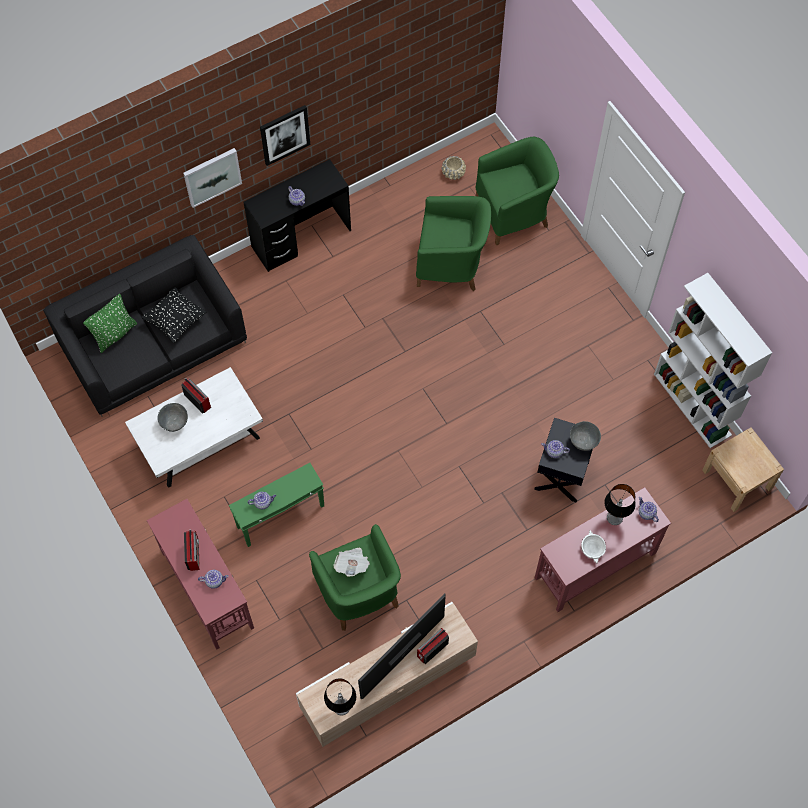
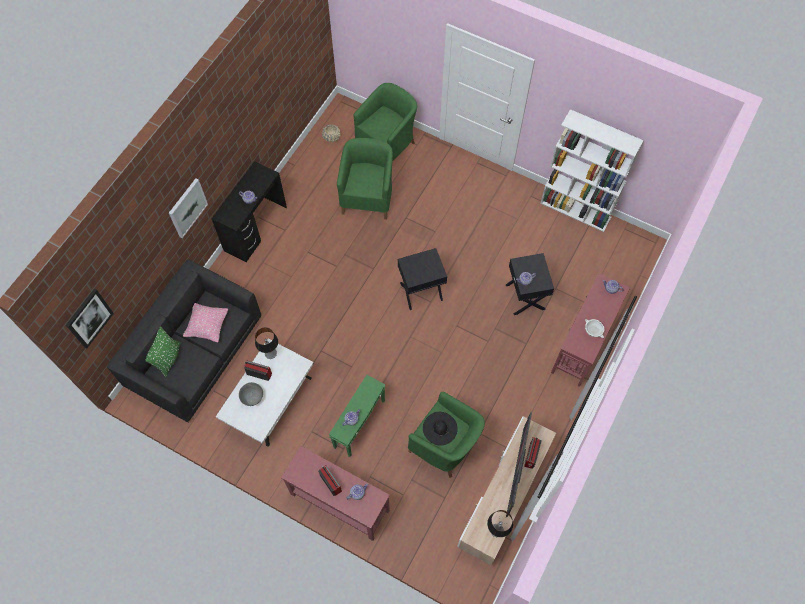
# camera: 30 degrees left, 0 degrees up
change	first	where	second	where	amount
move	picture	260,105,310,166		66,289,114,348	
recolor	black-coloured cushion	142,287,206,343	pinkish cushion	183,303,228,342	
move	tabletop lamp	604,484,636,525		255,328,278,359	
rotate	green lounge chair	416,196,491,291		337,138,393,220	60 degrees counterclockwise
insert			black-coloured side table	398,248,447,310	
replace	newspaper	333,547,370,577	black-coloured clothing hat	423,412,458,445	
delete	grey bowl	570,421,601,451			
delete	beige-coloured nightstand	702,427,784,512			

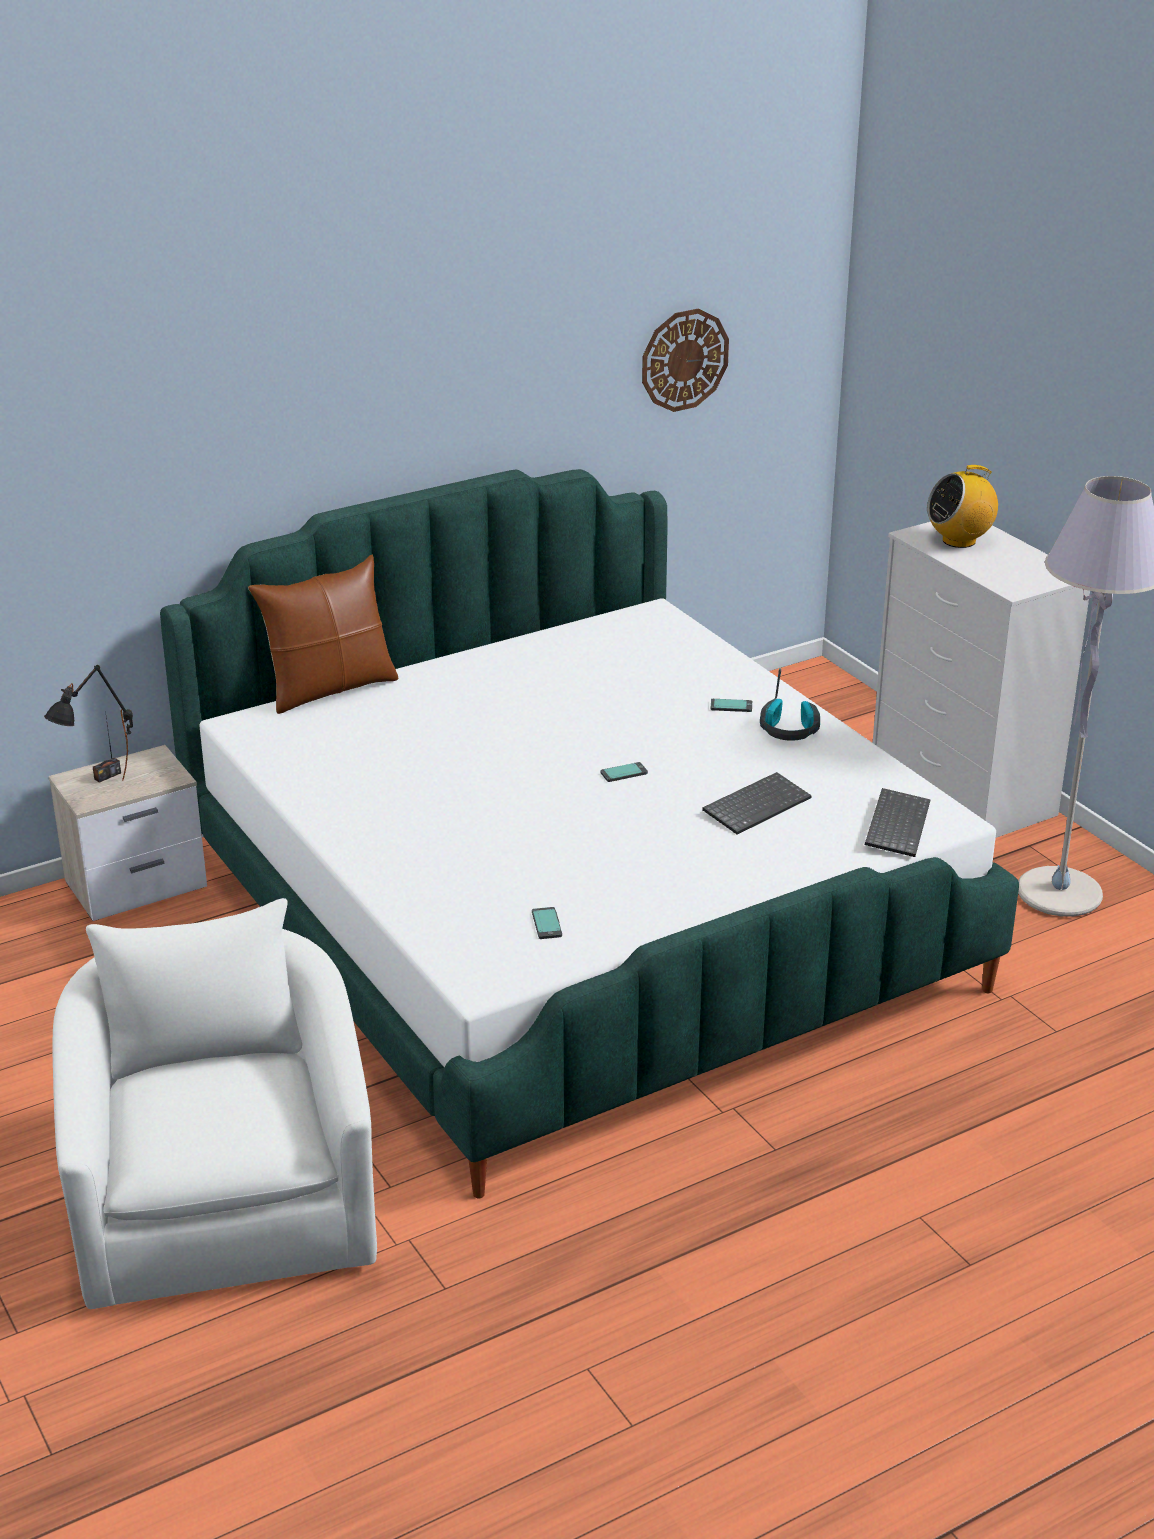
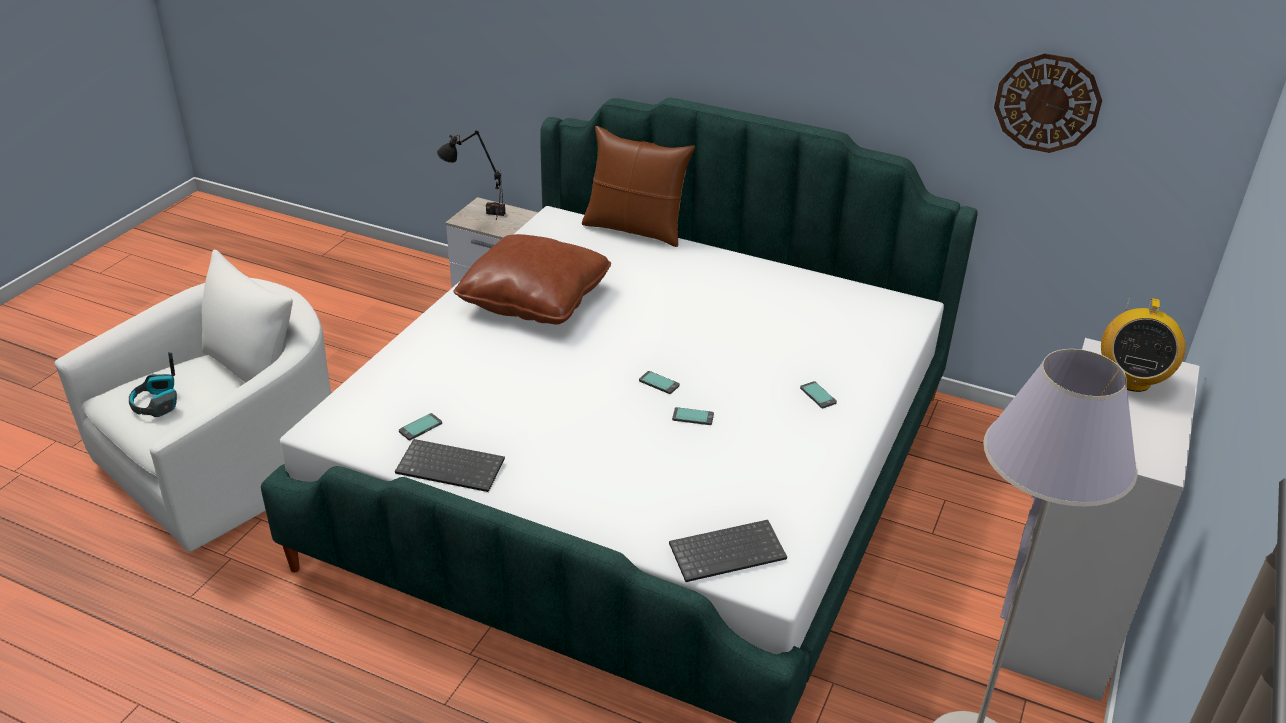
# camera: 55 degrees right, 5 degrees up
change	first	where	second	where	amount
move	headphones	760,669,820,741		129,352,177,417	
move	computer keyboard	702,772,812,834		395,439,505,492	
insert			brown-coloured cushion	453,234,611,324	
insert			handset	672,407,714,425	
rotate	radio set	927,465,998,548		1101,297,1186,392	105 degrees counterclockwise

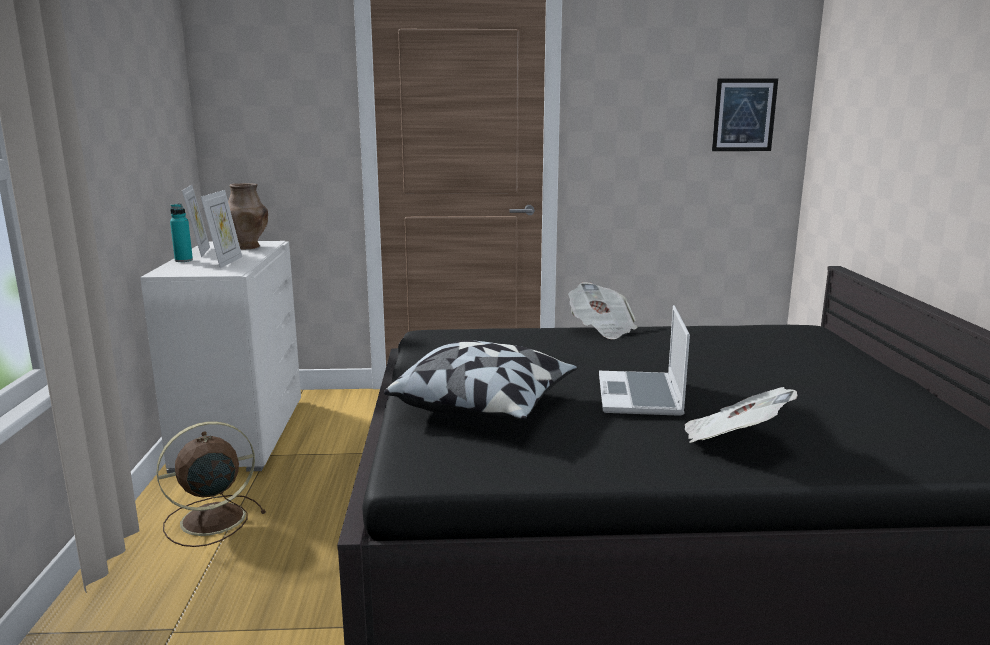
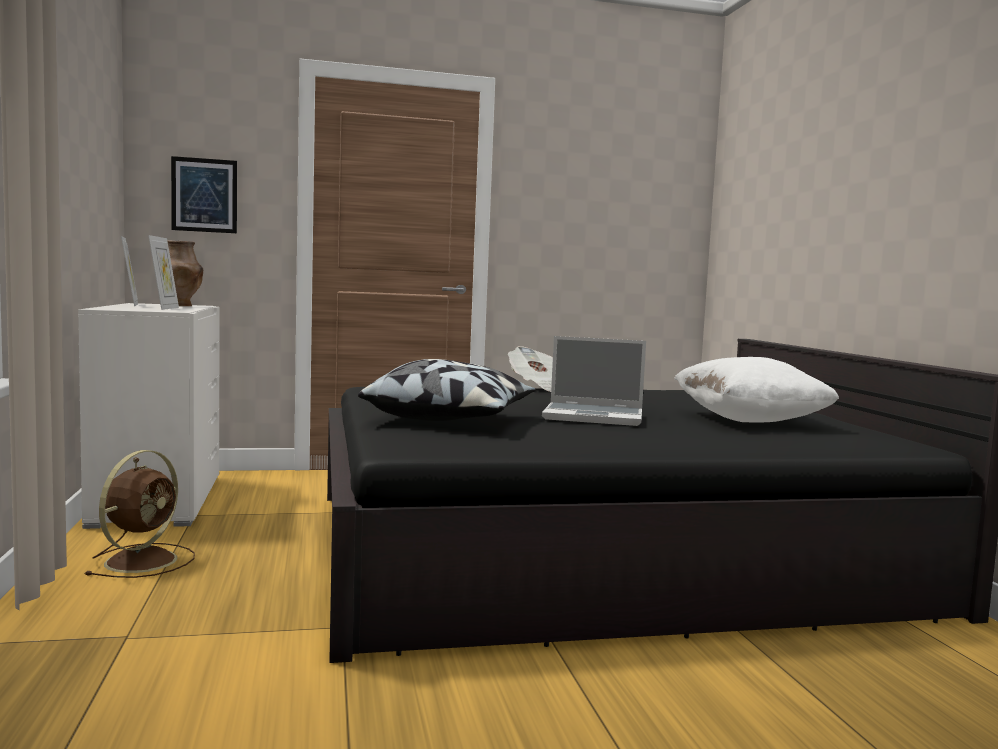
# camera: 10 degrees left, 10 degrees down
change	first	where	second	where	amount
rotate	brown-coloured fan	156,421,266,547		85,450,195,578	150 degrees clockwise
move	picture	712,78,778,151		171,156,237,233	
rotate	notebook computer	599,305,690,416		542,336,646,426	75 degrees counterclockwise
insert			white cushion	674,357,839,423	
delete	turquoise-coloured beverage bottle	170,204,193,262			
delete	newspaper	684,387,797,443			

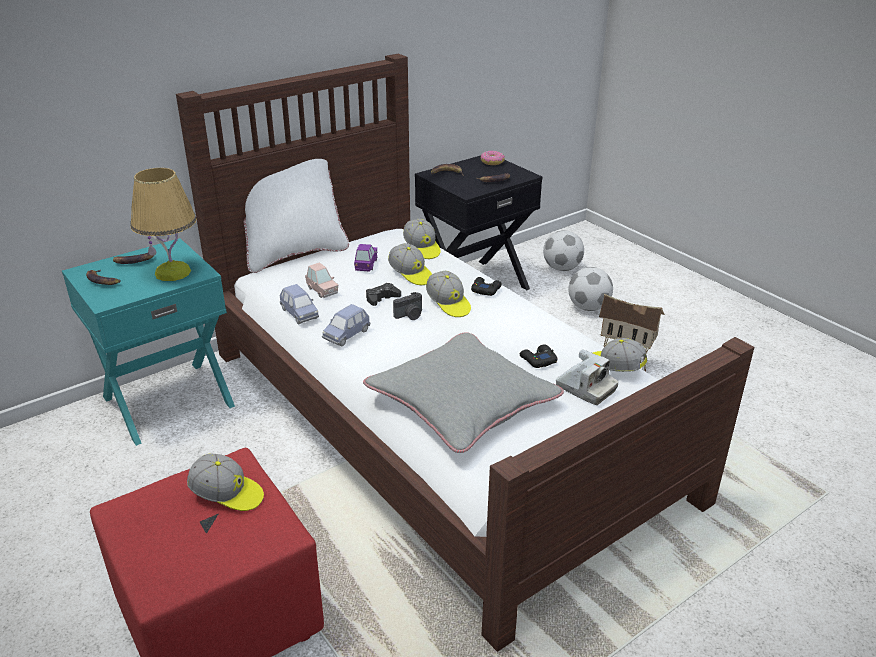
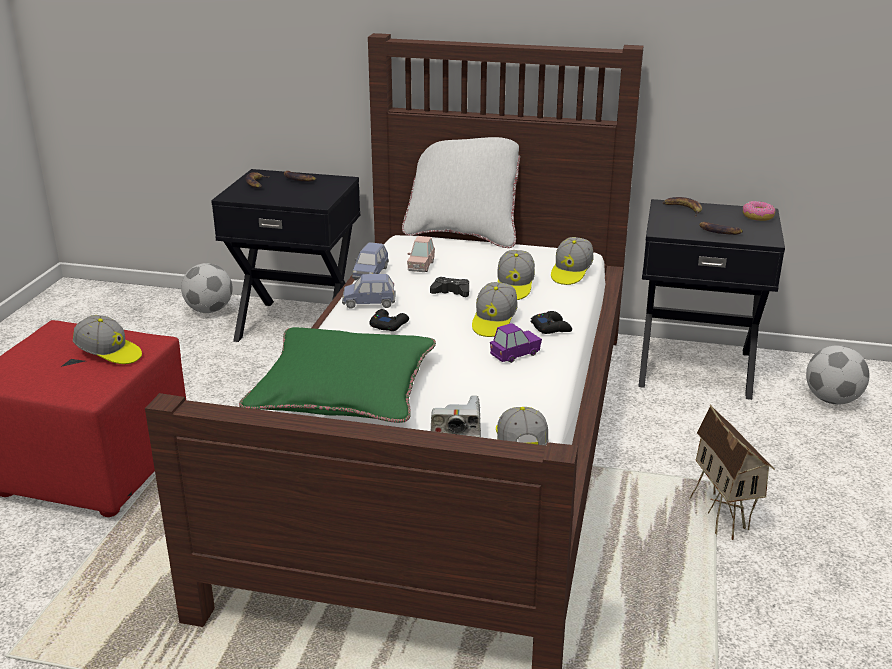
# camera: 50 degrees right, 5 degrees down
change	first	where	second	where	amount
rotate	baseball cap	187,453,264,511		73,315,142,364	45 degrees counterclockwise
move	football ball	568,267,613,311		181,263,233,313	
recolor	turquoise-coloured nightstand	62,238,235,446	black-coloured nightstand	211,169,360,342	
recolor	grey cushion	363,332,564,453	green cushion	239,327,436,423	
move	black-coloured joypad	520,345,557,368		369,309,409,331	
move	purple model car	354,244,378,272		490,323,542,363	
delete	tabletop lamp	130,168,197,281			
delete	photo camera	393,292,422,320			

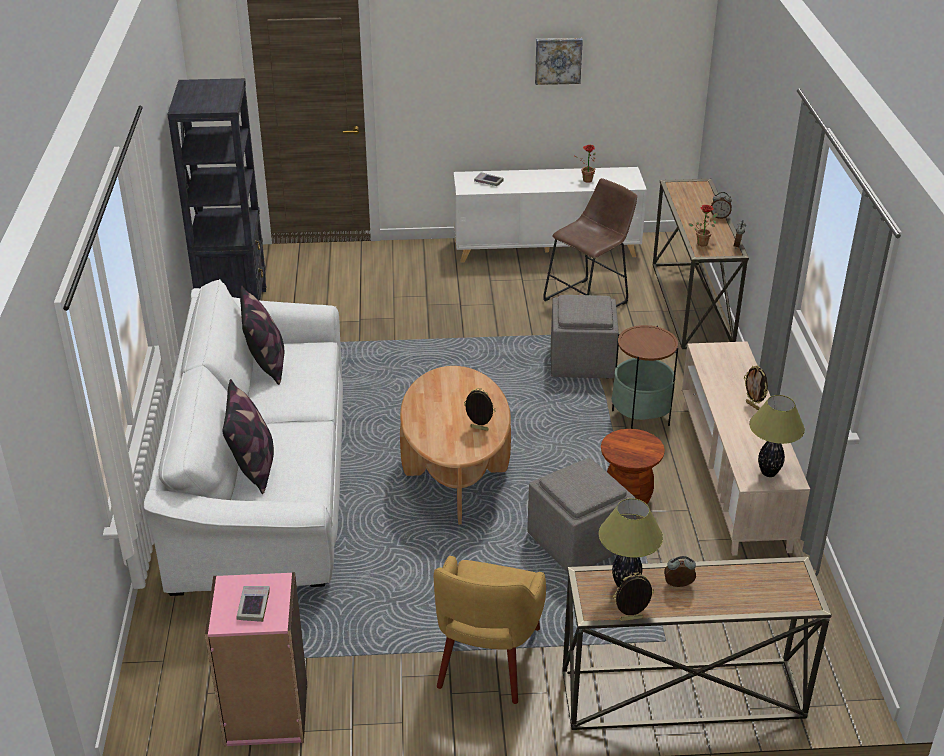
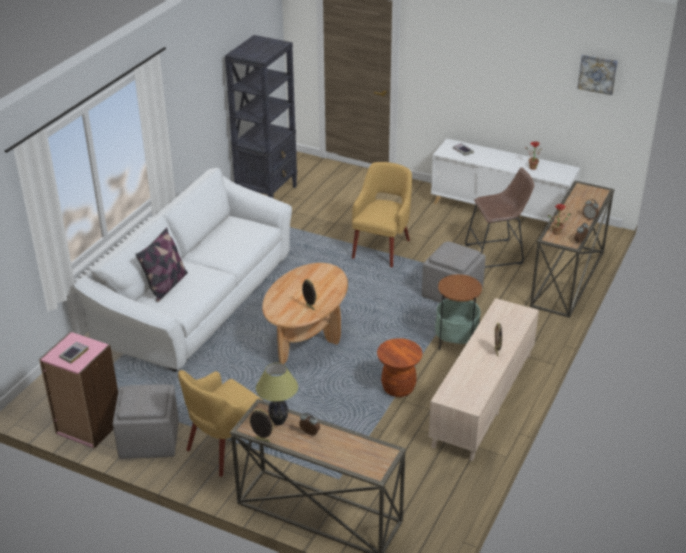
# camera: 30 degrees right, 0 degrees up
change	first	where	second	where	amount
move	grey pouffe	527,458,636,572		113,384,179,459	
insert			yellow lounge chair	352,162,412,267	
move	picture	535,38,583,85		577,54,618,95	
delete	cushion	240,286,284,385			
delete	tabletop lamp	749,395,805,477			

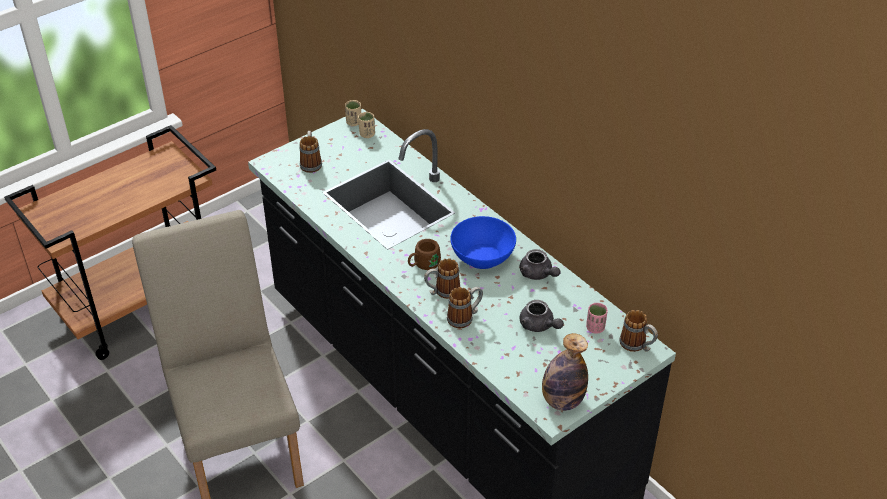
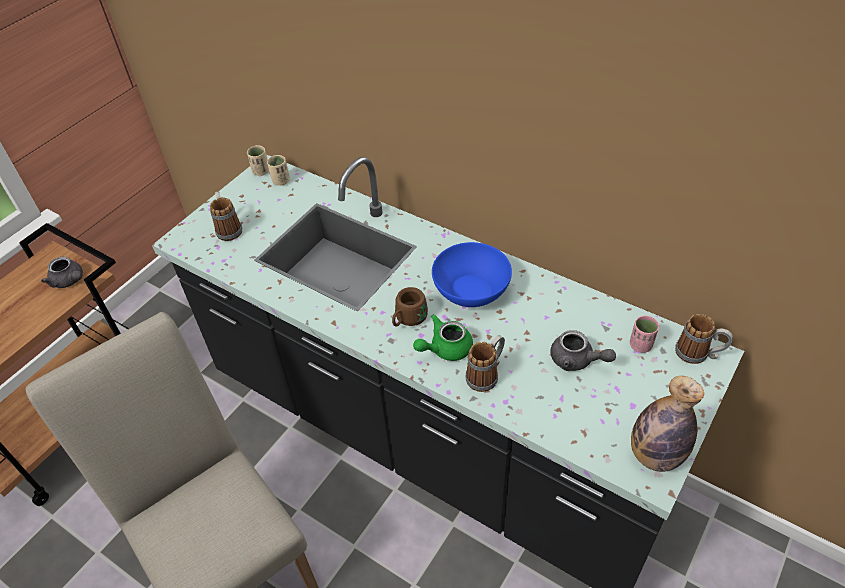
# camera: 15 degrees left, 5 degrees up
change	first	where	second	where	amount
move	grey tea pot	520,249,560,280		41,257,83,288	
replace	coffee mug	424,258,461,299	green tea pot	413,314,473,361	

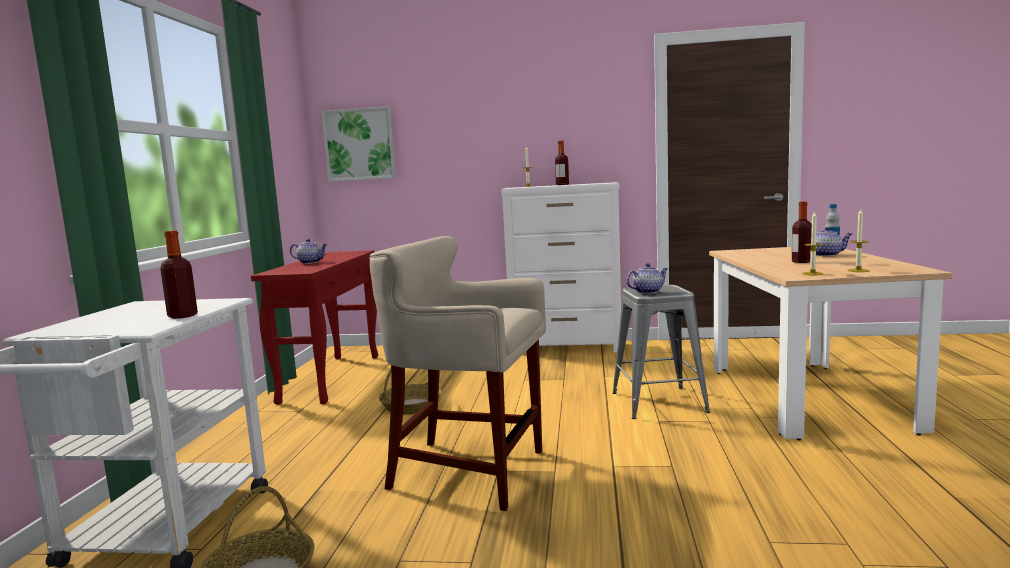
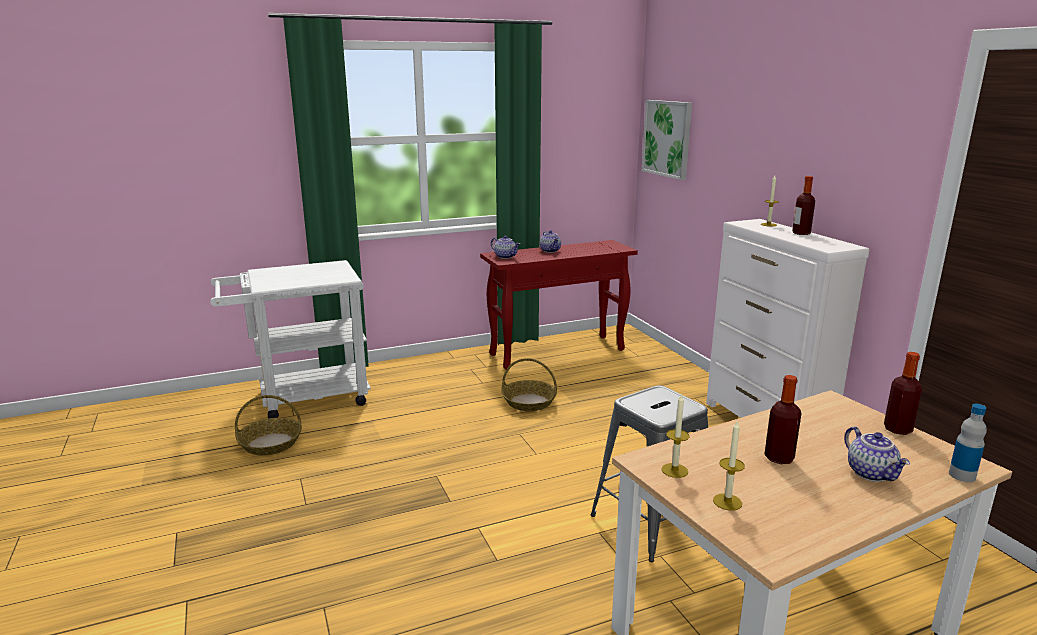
# camera: 60 degrees right, 10 degrees up
change	first	where	second	where	amount
move	tea pot	626,263,668,294		491,235,520,259	
move	beverage bottle	160,230,198,319		884,352,922,435	
delete	beige-coloured sitting stool	370,236,546,511			

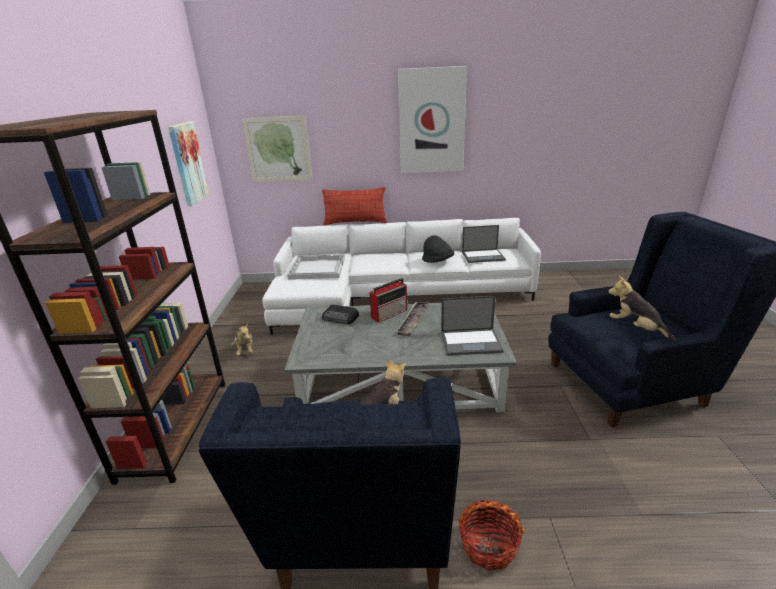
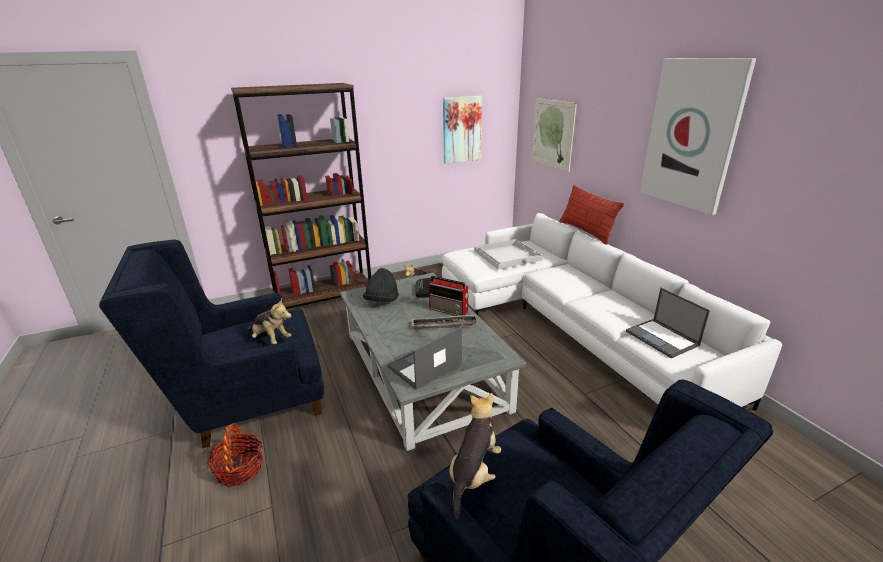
# camera: 65 degrees right, 0 degrees up
change	first	where	second	where	amount
move	black-coloured clothing hat	422,235,454,263		363,268,399,302	
rotate	notebook computer	441,296,504,356		387,326,462,389	75 degrees clockwise

